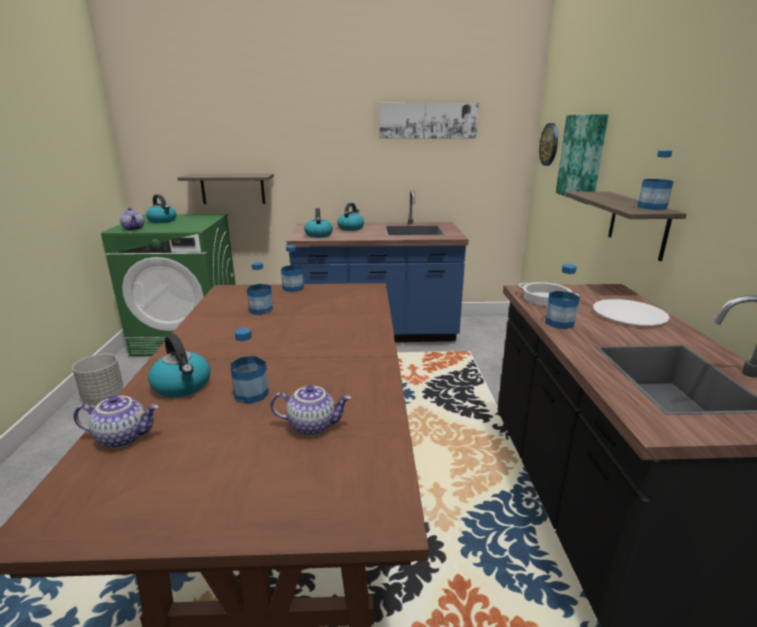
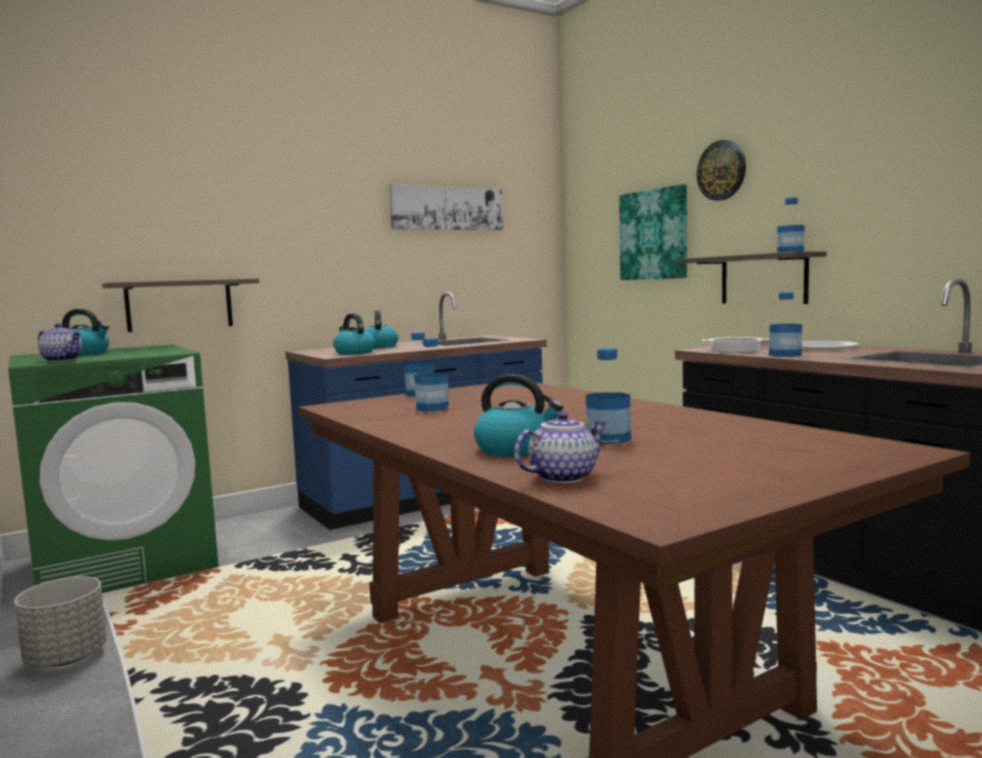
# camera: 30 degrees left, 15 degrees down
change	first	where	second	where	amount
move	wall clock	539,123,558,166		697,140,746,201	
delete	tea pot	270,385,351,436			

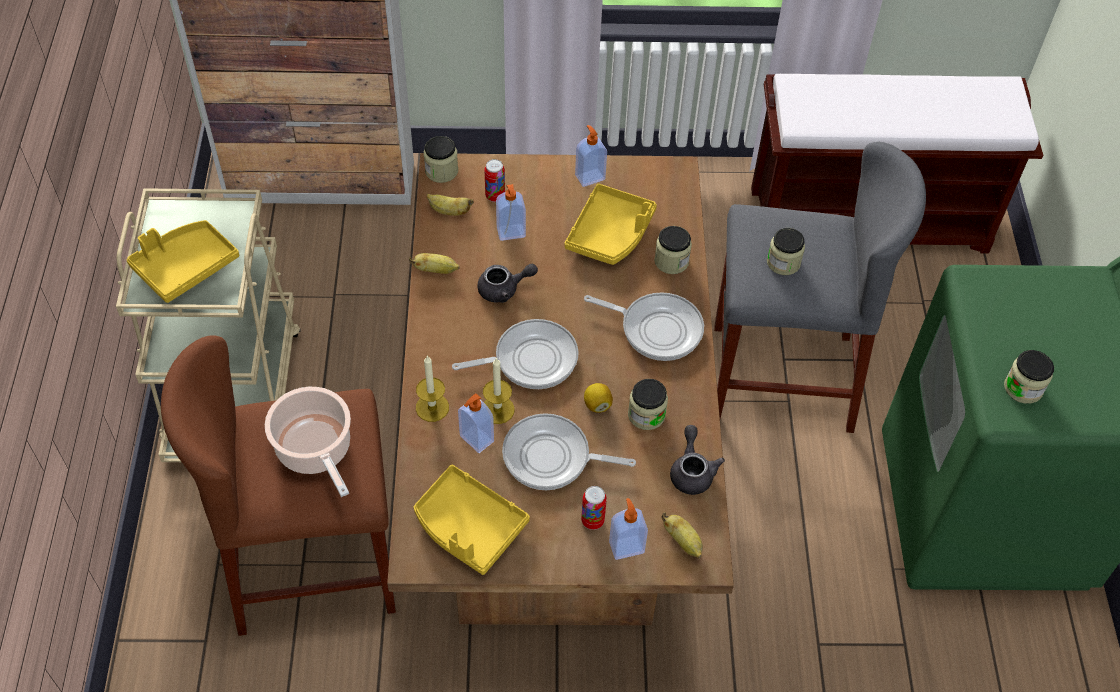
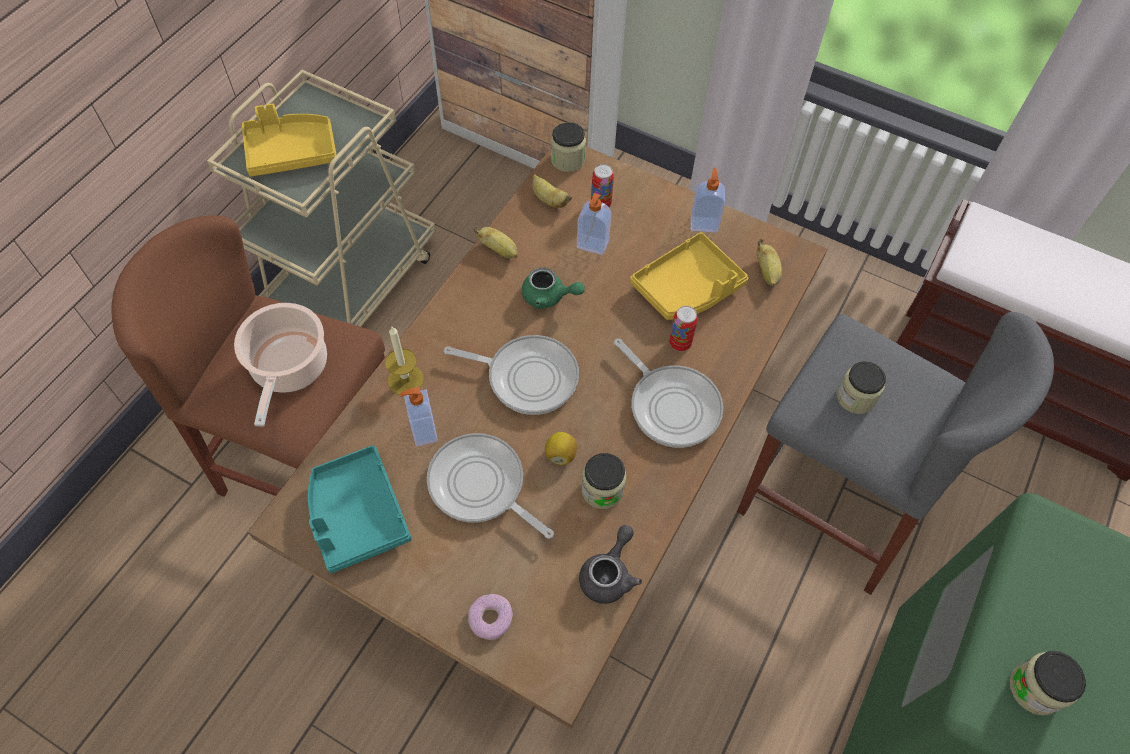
# camera: 30 degrees right, 5 degrees up
change	first	where	second	where	amount
recolor	yellow carrying tray	414,465,530,575	turquoise-coloured carrying tray	308,445,411,573	
replace	soap bottle	609,498,648,560	ring doughnut	468,594,513,640	
recolor	grey tea pot	477,264,538,303	green tea pot	522,267,585,309	
move	sealed can	581,486,607,530		669,306,698,351	
move	whole banana	661,512,703,559		757,239,782,287	
delete	candle	483,357,515,424			
delete	preserve jar	654,226,692,274			

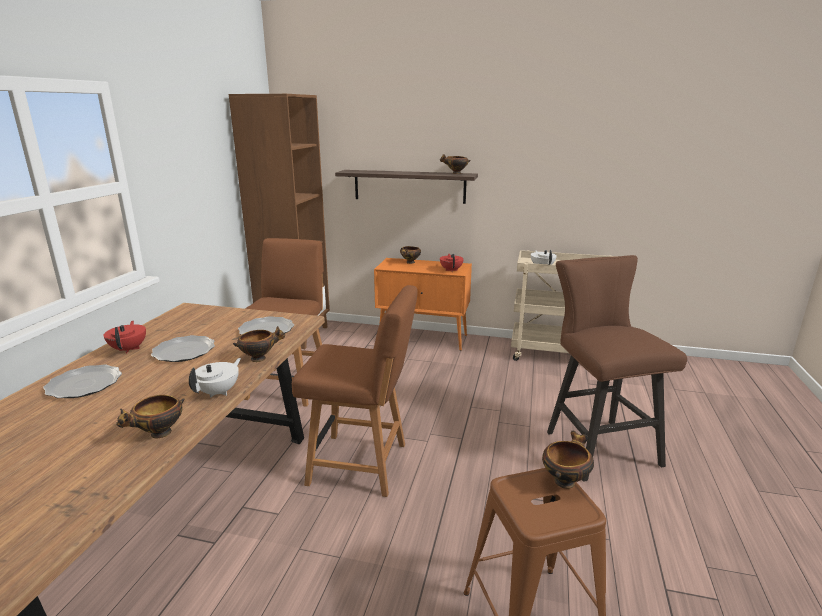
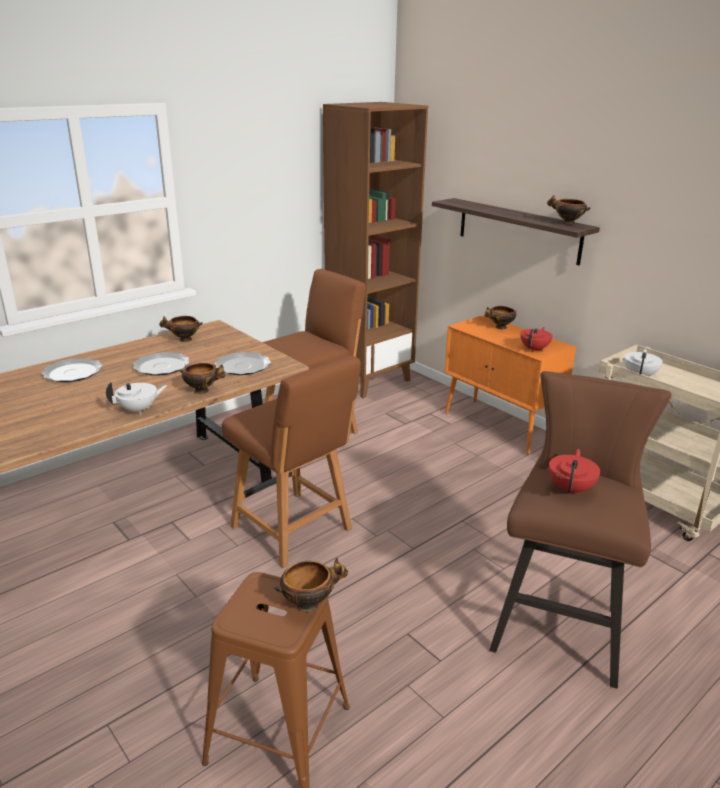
# camera: 35 degrees right, 5 degrees up
change	first	where	second	where	amount
move	bowl	116,395,184,438		159,316,203,342	
move	red-coloured tea pot	104,321,146,353		549,449,600,495	

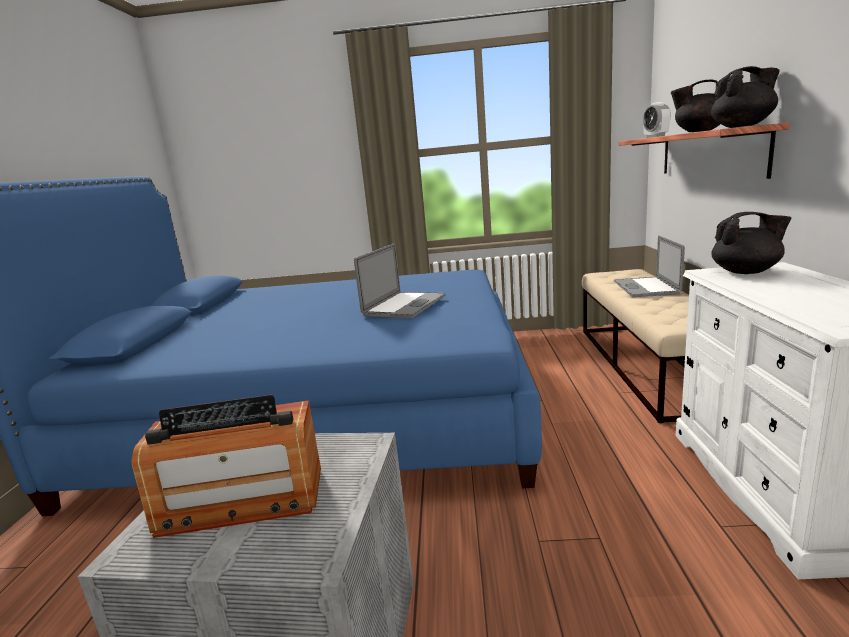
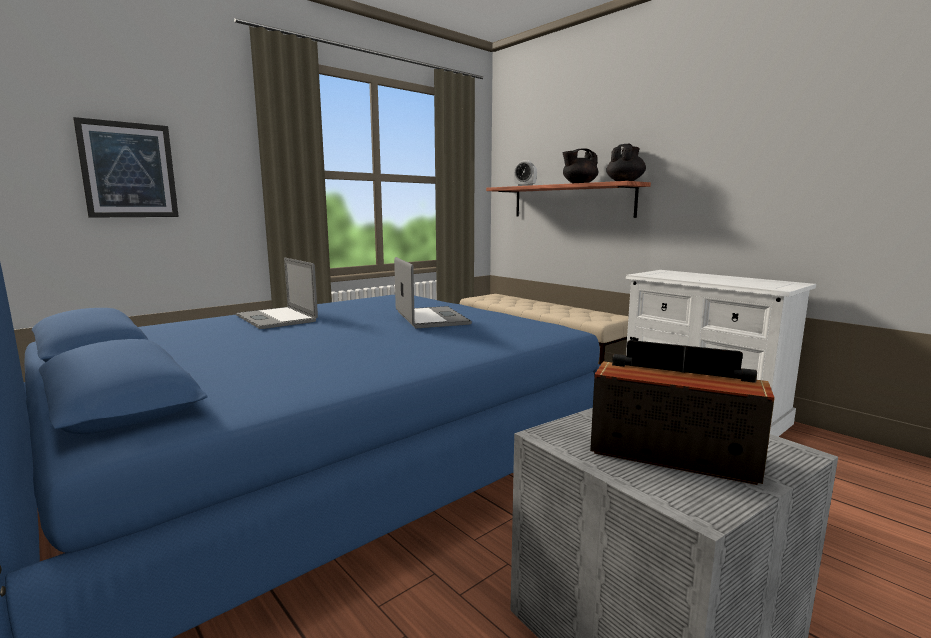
# camera: 45 degrees left, 5 degrees down
change	first	where	second	where	amount
insert			picture	73,117,179,218	
move	notebook computer	614,236,685,297		236,257,318,329	
rotate	radio set	132,395,321,538		590,340,775,485	105 degrees counterclockwise
delete	black-coloured tea pot	712,212,791,274			

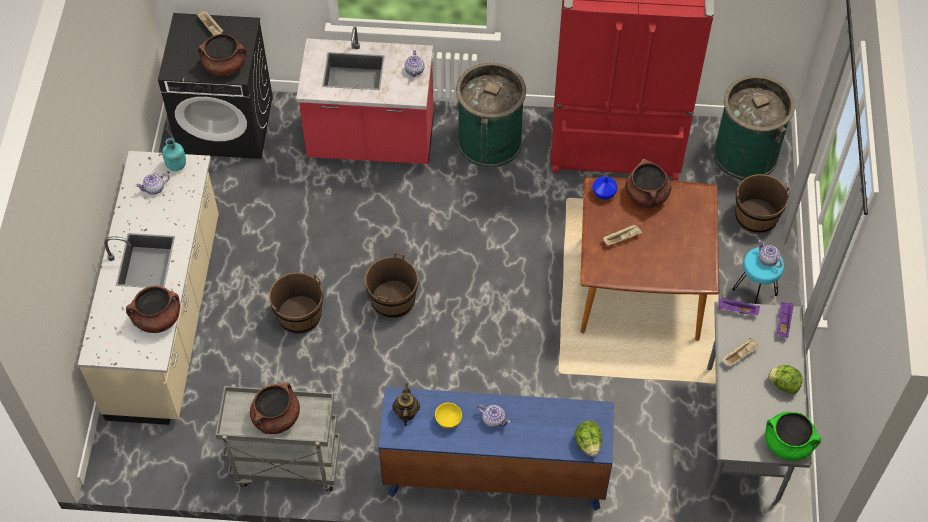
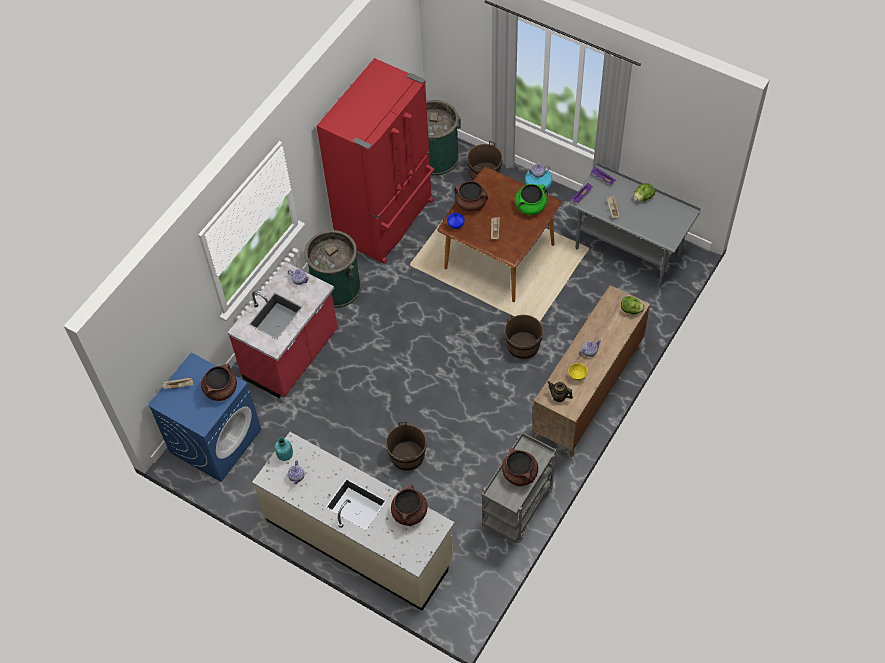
# camera: 60 degrees left, 0 degrees up
change	first	where	second	where	amount
recolor	black-coloured washing machine	158,13,273,159	bluish washing machine	148,352,262,482	
move	brown-coloured pail	365,252,418,319		504,315,543,359	
move	green cooking pot	765,412,821,461		515,184,547,215	
recolor	bluish chest of drawers	378,387,614,511	brown-coloured chest of drawers	532,285,650,457	

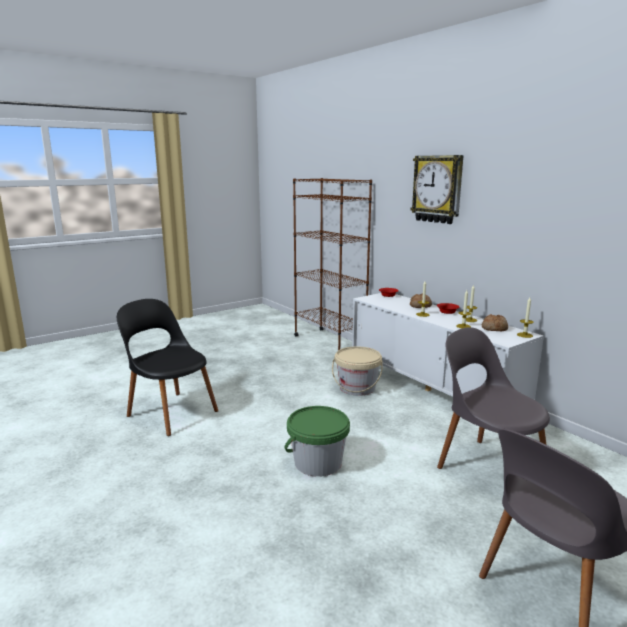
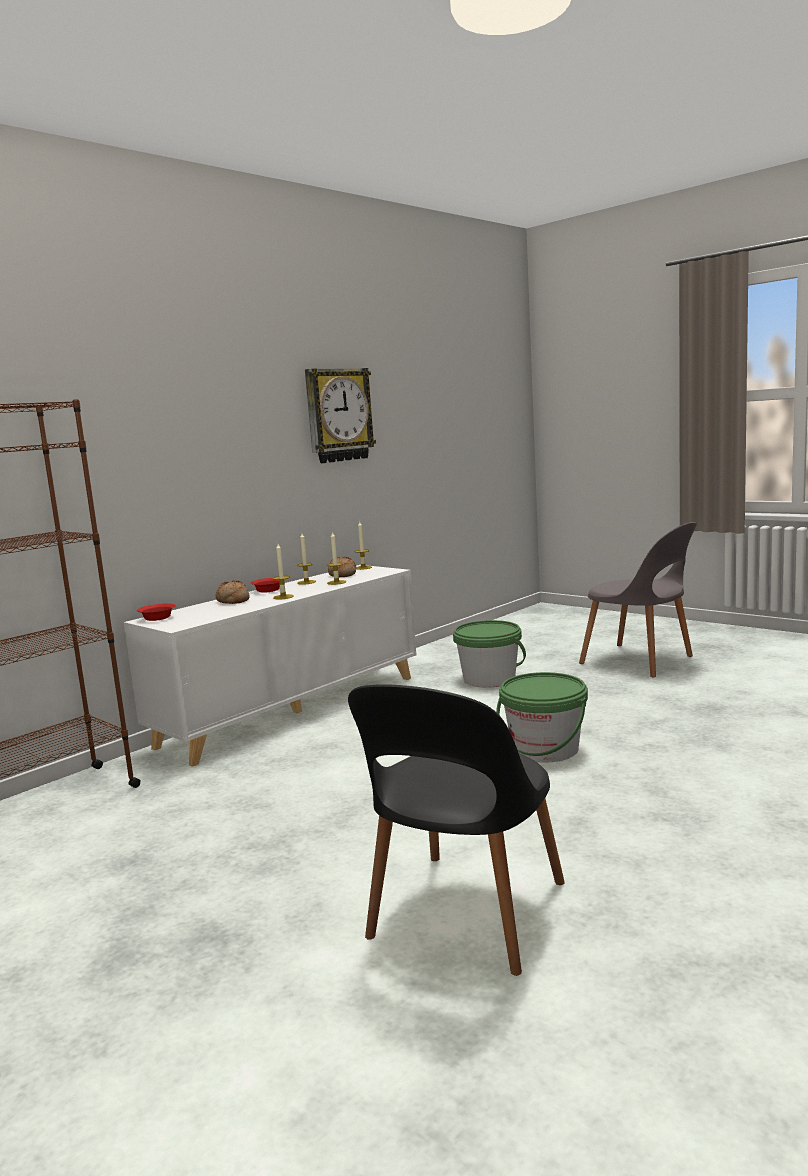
# camera: 100 degrees left, 5 degrees down
change	first	where	second	where	amount
move	wall clock	410,155,464,224		305,368,376,463	
replace	grey upright chair	437,327,550,469	green pail	453,620,526,688	
delete	beige-coloured pail	332,346,383,396			

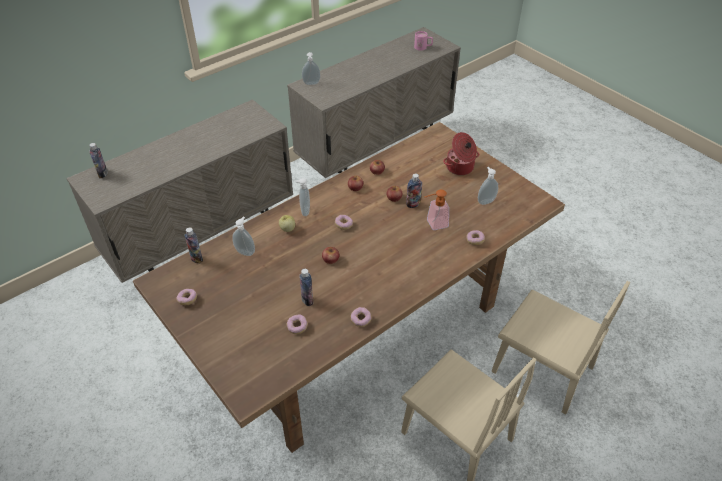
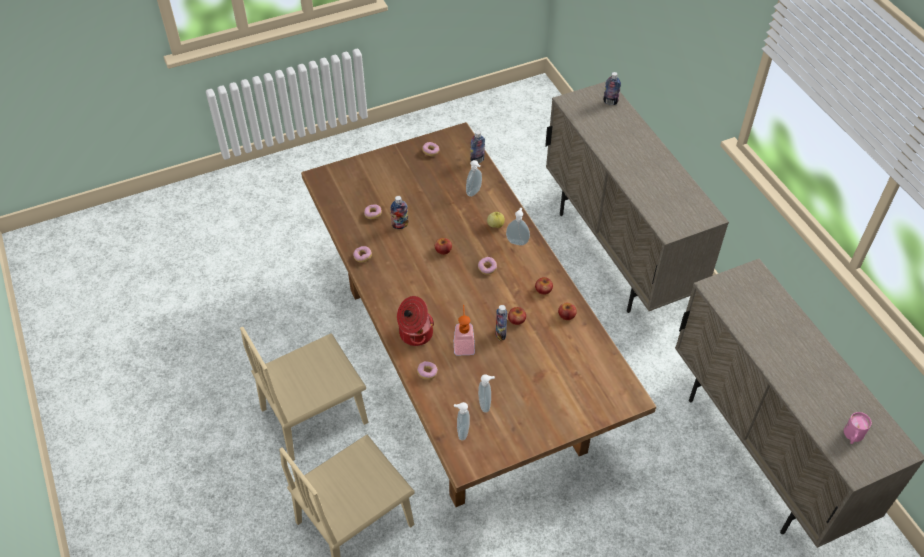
# camera: 105 degrees right, 5 degrees up
change	first	where	second	where	amount
move	cooking pot	443,132,479,175		397,296,434,346	
move	soap bottle	302,52,320,85		454,402,470,440	

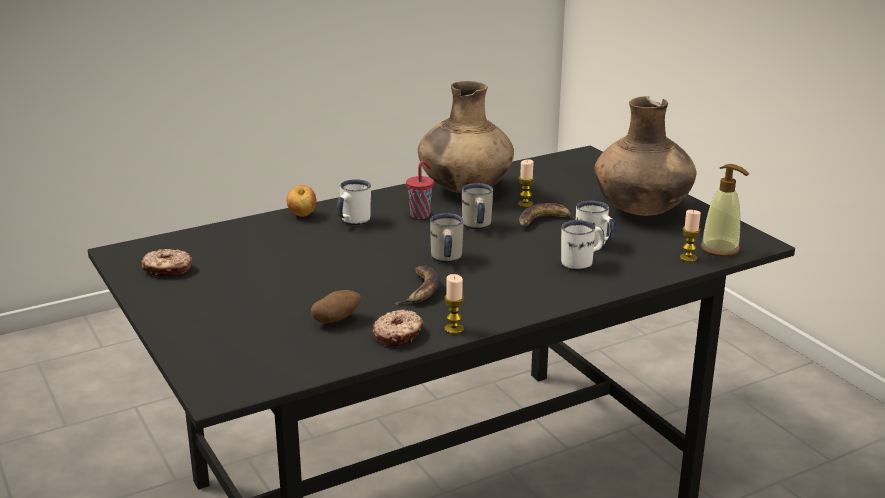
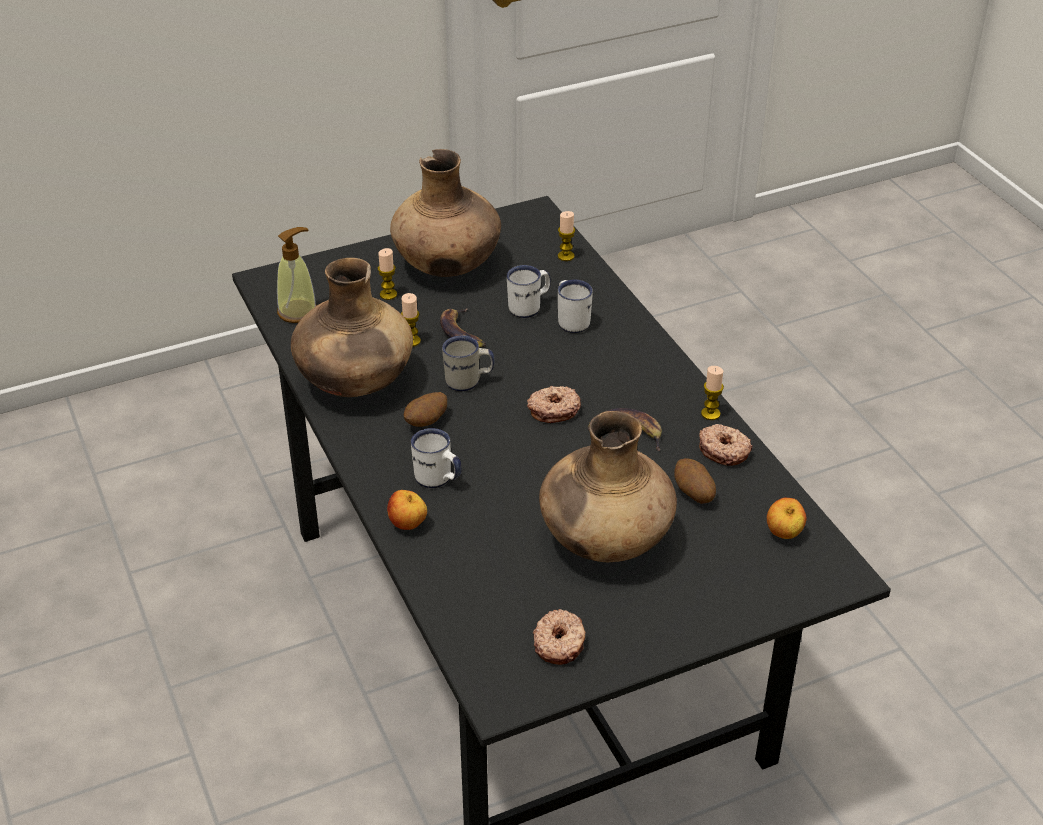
# camera: 85 degrees left, 15 degrees up
change	first	where	second	where	amount
move	soap bottle	701,164,749,257		277,227,317,323	
insert			candle	378,248,397,300	
replace	red-coloured cup	406,161,434,219	potato	404,392,447,427	
replace	white coffee mug	430,213,464,263	ring doughnut	527,386,581,423	
insert			brown-coloured flower vase	539,411,677,562	
insert			apple	767,498,806,539	

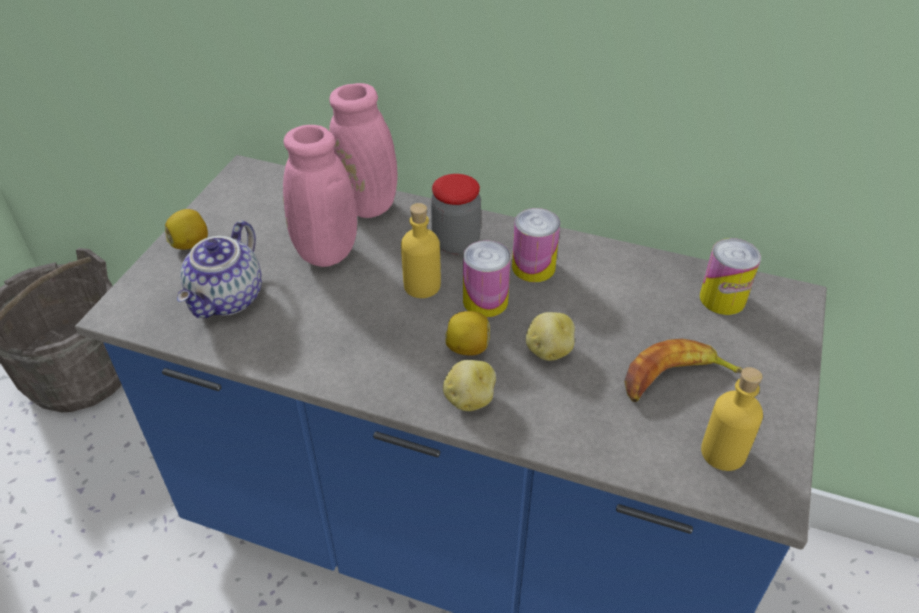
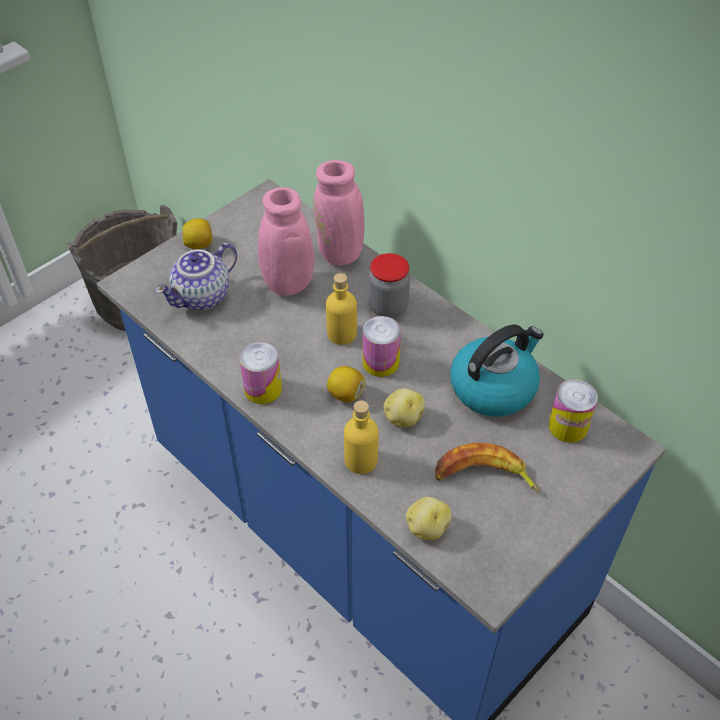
# camera: 25 degrees right, 5 degrees up
change	first	where	second	where	amount
move	sealed can	512,208,560,282		239,342,282,404	
move	yellow beverage bottle	701,367,763,471		344,400,379,474	
move	potato	443,360,496,411		406,497,452,540	
insert			kettle	450,324,543,417	

